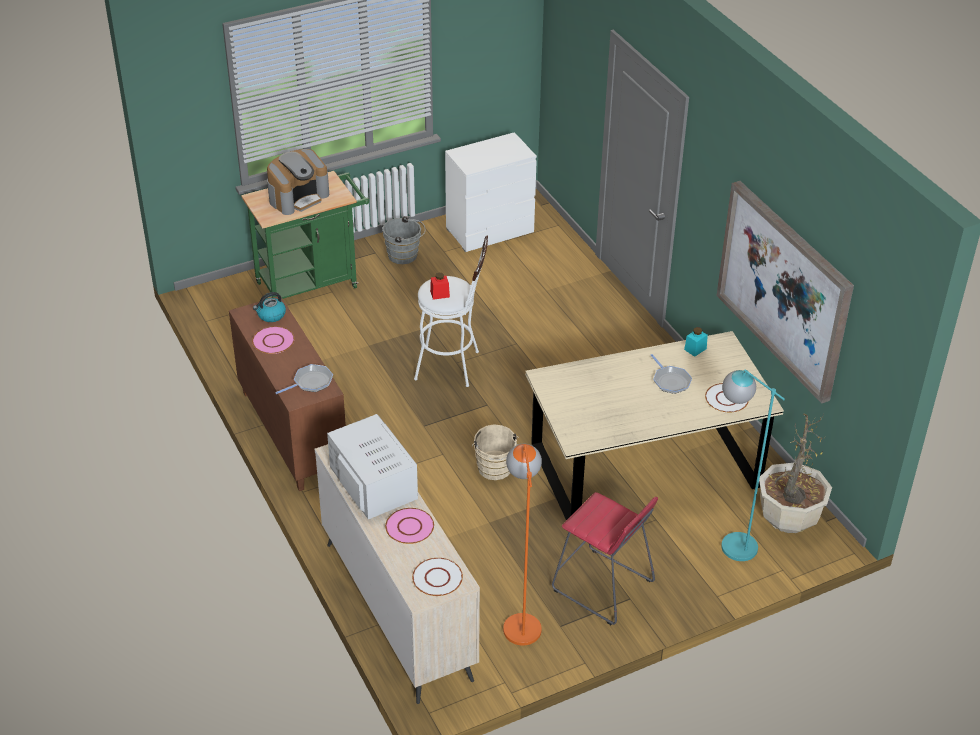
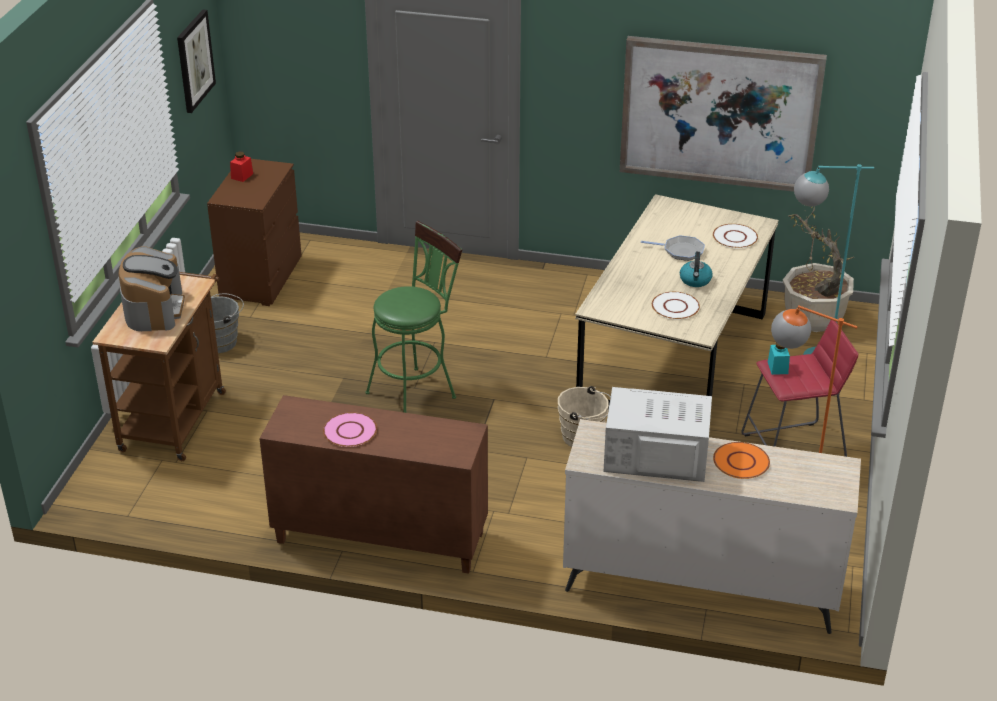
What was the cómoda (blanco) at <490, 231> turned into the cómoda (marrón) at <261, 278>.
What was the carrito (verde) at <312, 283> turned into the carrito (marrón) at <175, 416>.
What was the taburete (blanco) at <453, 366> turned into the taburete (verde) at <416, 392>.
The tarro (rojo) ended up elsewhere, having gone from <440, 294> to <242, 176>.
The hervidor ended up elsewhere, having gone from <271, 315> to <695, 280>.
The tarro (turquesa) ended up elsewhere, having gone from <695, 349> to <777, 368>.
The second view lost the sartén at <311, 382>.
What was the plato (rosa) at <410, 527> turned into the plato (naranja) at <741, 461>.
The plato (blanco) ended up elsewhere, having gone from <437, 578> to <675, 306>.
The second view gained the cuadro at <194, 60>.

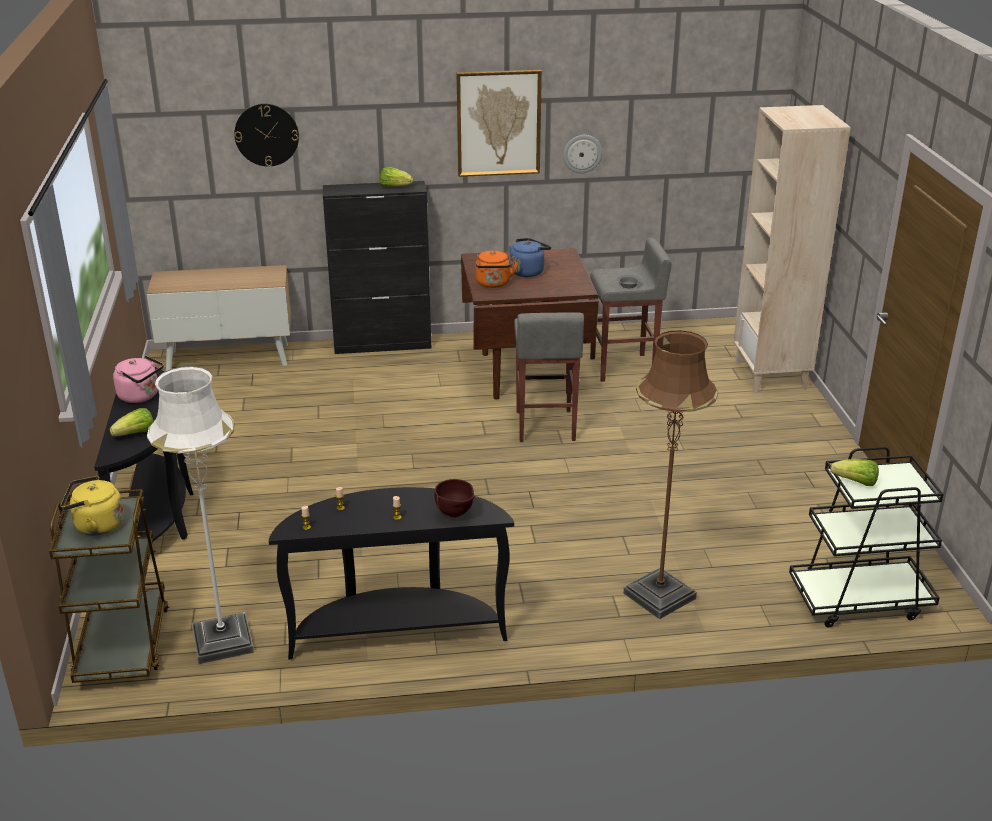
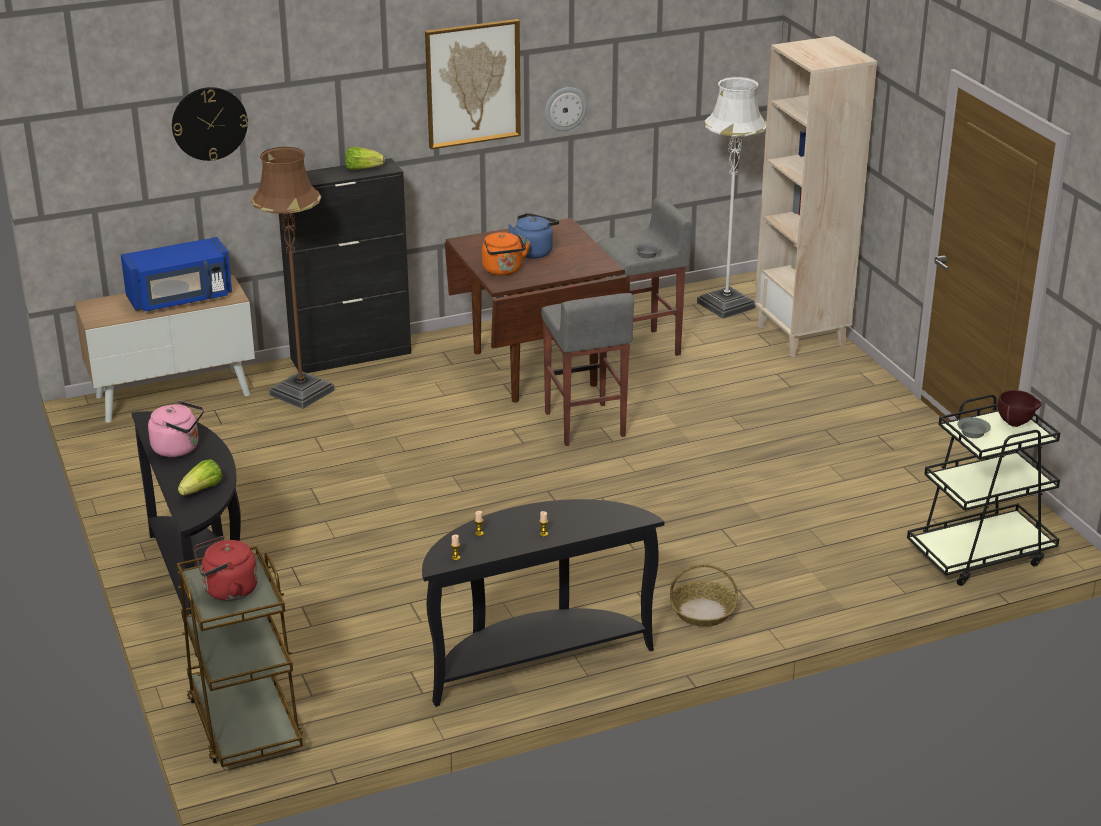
The lámpara de pie (marrón) ended up elsewhere, having gone from <659, 596> to <301, 393>.
The lámpara de pie (blanco) ended up elsewhere, having gone from <222, 641> to <726, 305>.
Where the lechuga stood at <855, 482>, the cuenco (gris) came to stand at <973, 434>.
What was the hervidor (amarillo) at <96, 526> turned into the hervidor (rojo) at <227, 590>.
The cuenco (marrón) ended up elsewhere, having gone from <455, 515> to <1016, 424>.
The second view gained the microondas (azul) at <180, 299>.
The second view gained the cesta at <703, 611>.

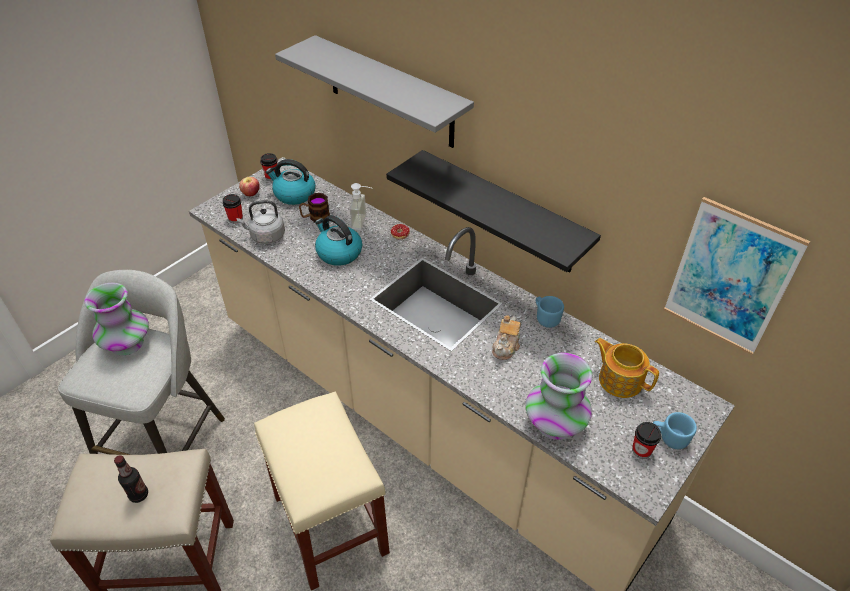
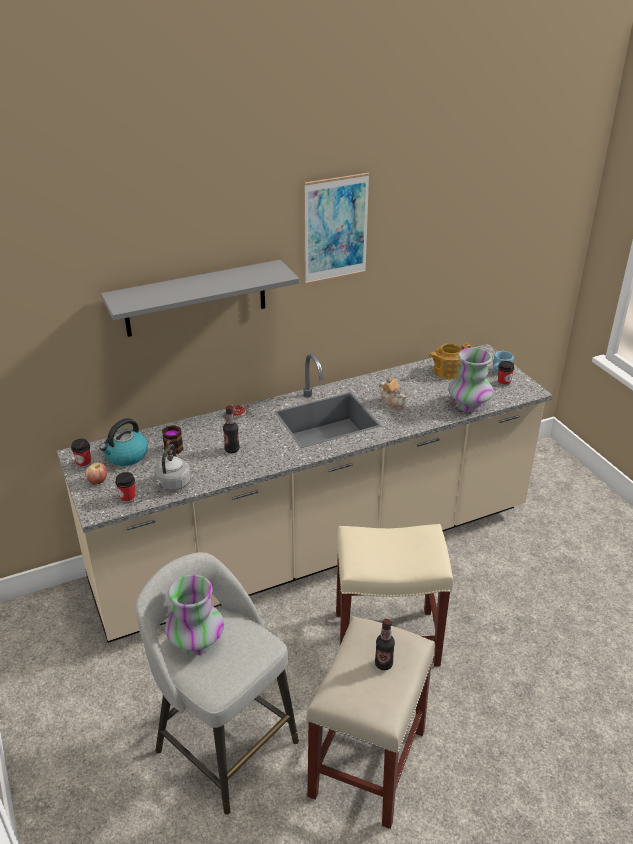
The second view lost the estante (negro) at <503, 212>.
The second view lost the dispensador de jabón at <364, 222>.
The cuadro ended up elsewhere, having gone from <729, 278> to <336, 229>.
Where the hervidor stood at <338, 253>, the botella came to stand at <232, 449>.
The second view lost the taza grande (azul) at <546, 318>.

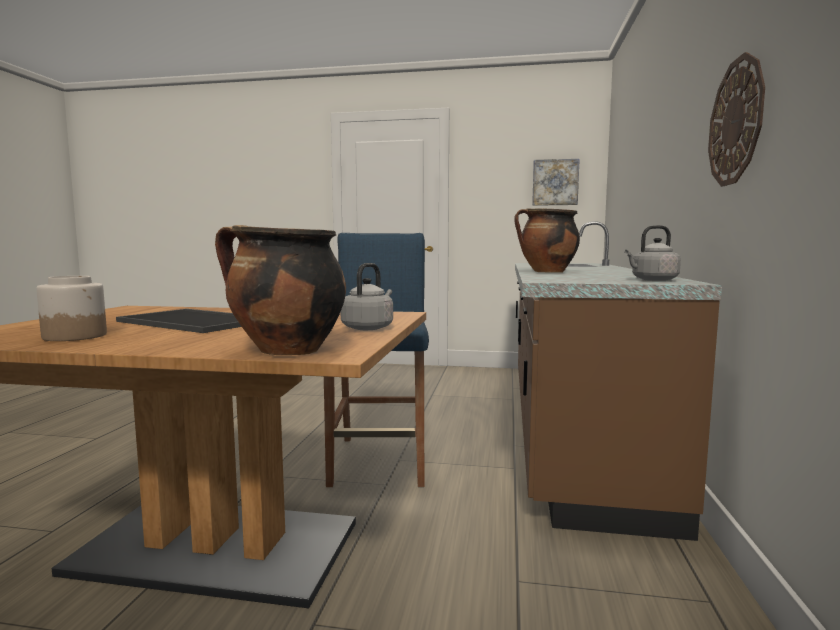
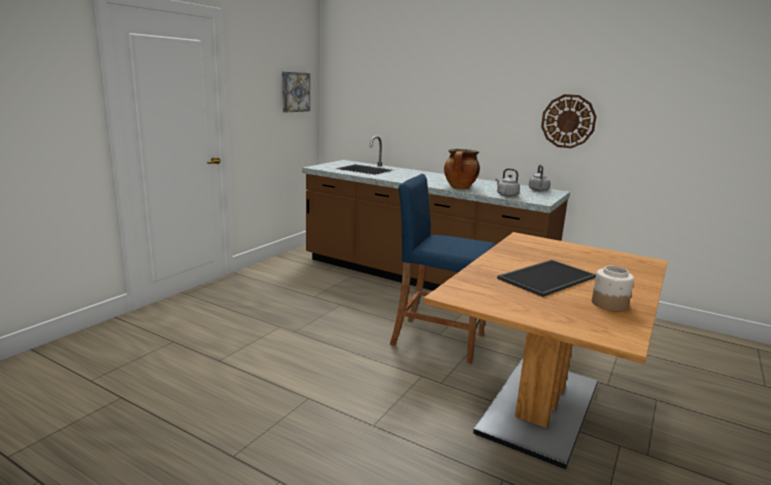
The second view lost the olla at <285, 351>.
The hervidor (gris) ended up elsewhere, having gone from <369, 328> to <506, 195>.

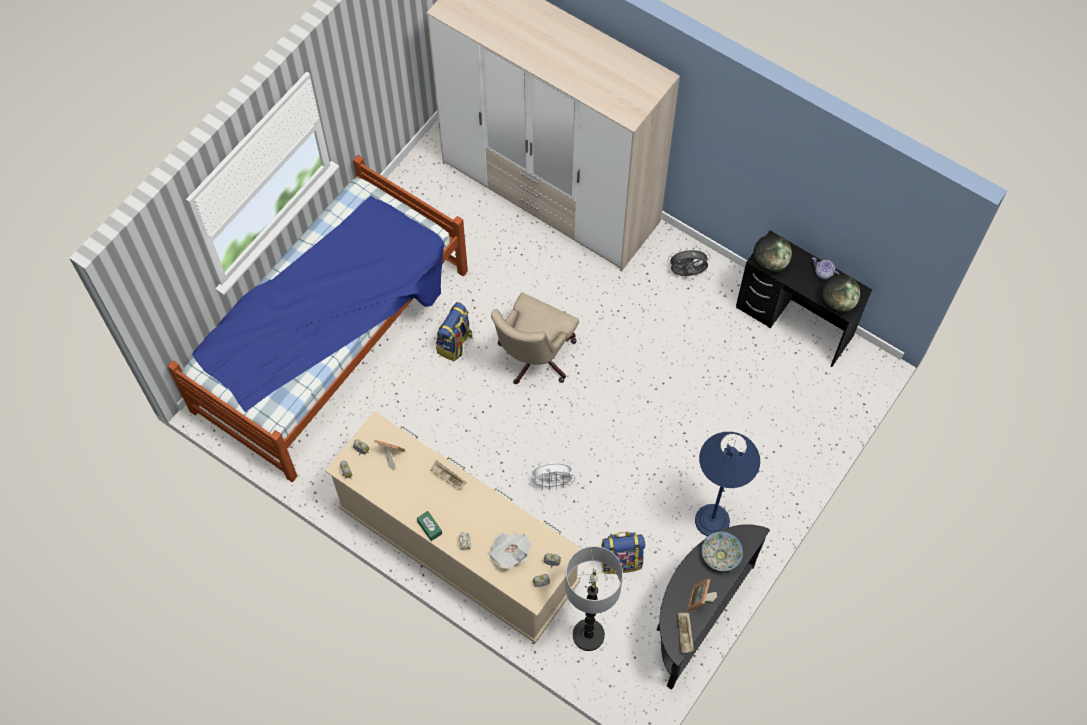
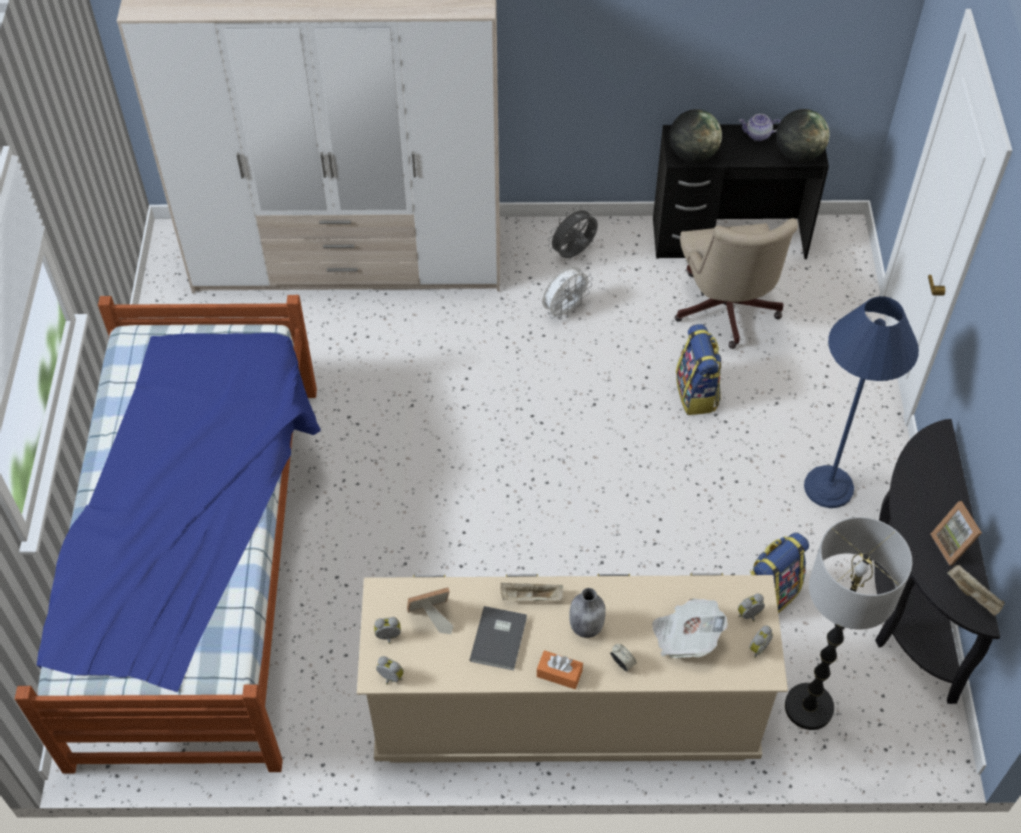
The silla de oficina (beis) ended up elsewhere, having gone from <533, 358> to <725, 313>.
The mochila ended up elsewhere, having gone from <455, 344> to <697, 393>.
The ventilador (blanco) ended up elsewhere, having gone from <552, 483> to <564, 310>.
What was the caja de pañuelos (verde) at <429, 527> turned into the caja de pañuelos (naranja) at <559, 673>.
The second view lost the cuenco at <720, 555>.
The second view gained the botella (gris) at <586, 626>.
The second view gained the libro (gris) at <500, 638>.

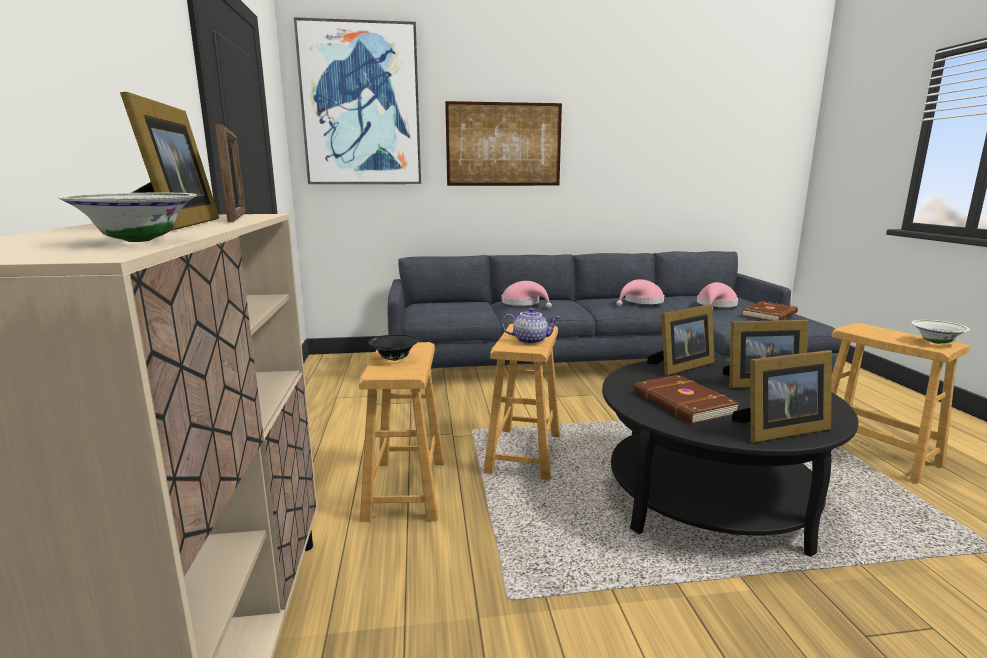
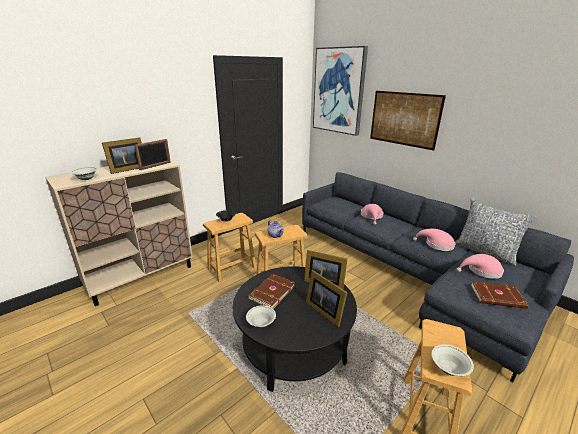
Where the portarretratos stood at <778, 430>, the cuenco (blanco) came to stand at <261, 324>.
The second view gained the cojín at <485, 252>.

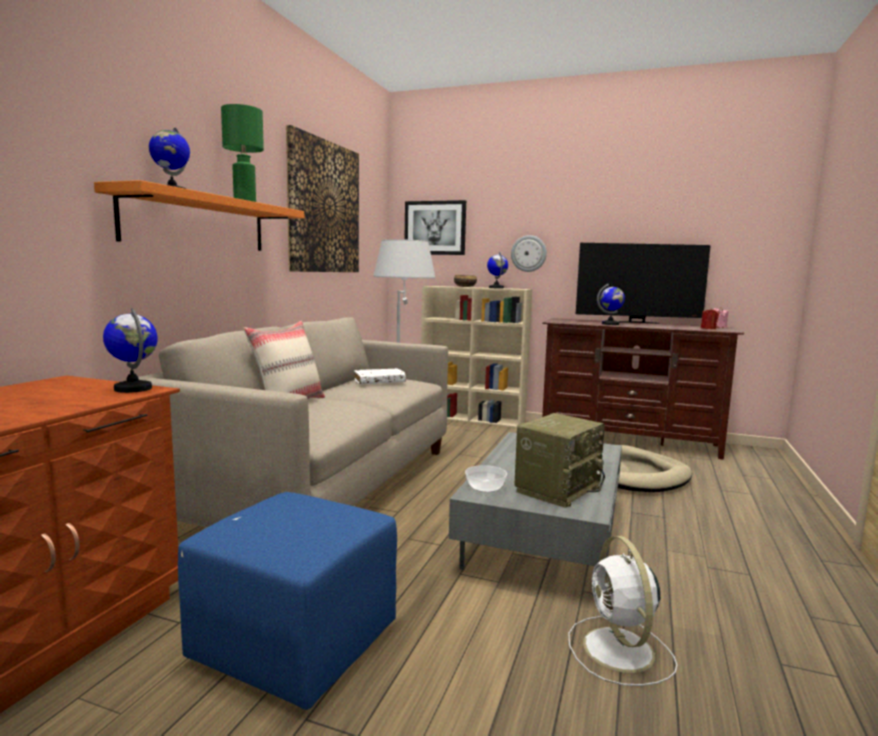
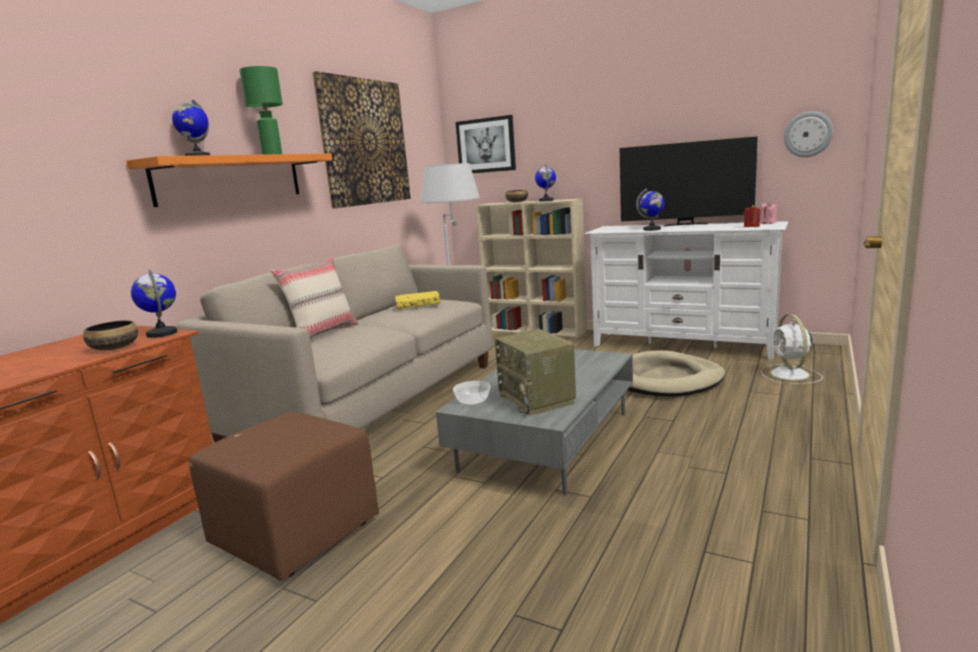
The reloj de pared ended up elsewhere, having gone from <528, 253> to <808, 134>.
What was the mueble de televisión (marrón) at <629, 441> turned into the mueble de televisión (blanco) at <682, 345>.
What was the libro (blanco) at <379, 382> turned into the libro (amarillo) at <418, 305>.
The radio at <557, 489> ended up facing another way, 105 degrees clockwise from before.
What was the puf (azul) at <293, 645> turned into the puf (marrón) at <294, 534>.
The ventilador (blanco) ended up elsewhere, having gone from <620, 651> to <790, 375>.
The second view gained the cuenco at <114, 348>.

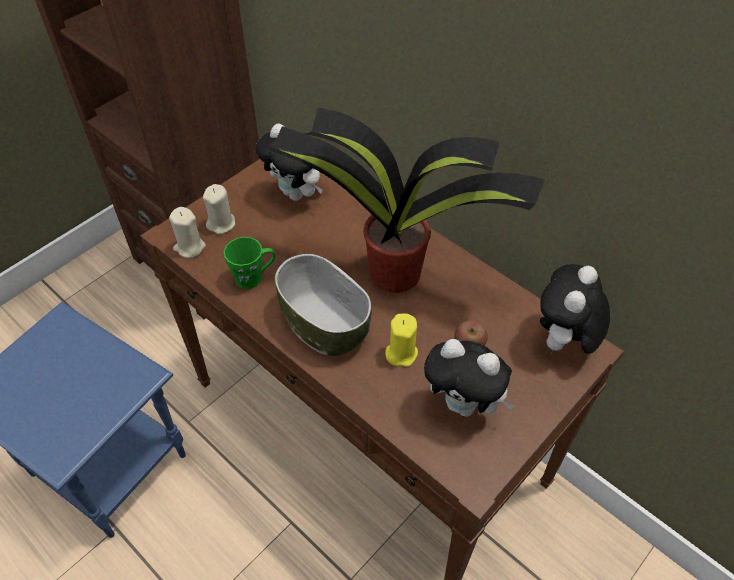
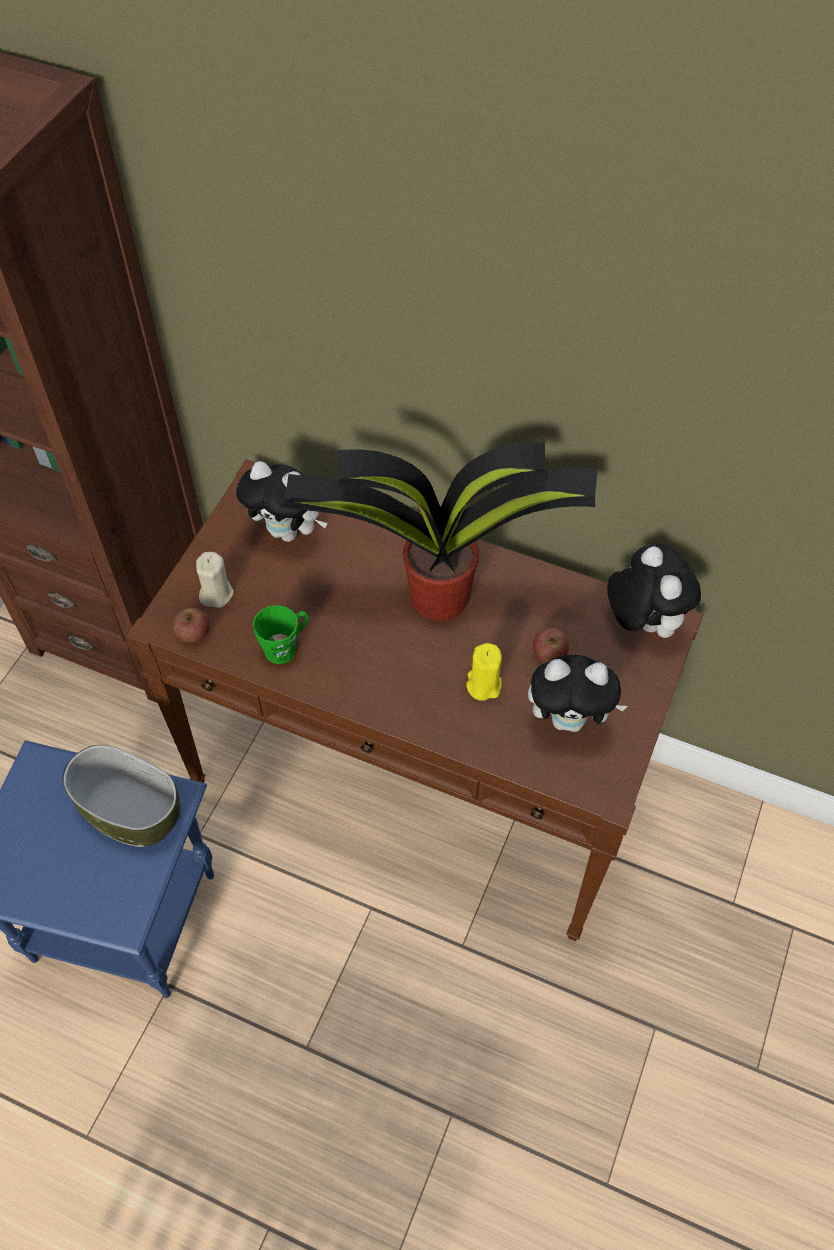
Where the vela (beis) stood at <189, 247>, the manzana came to stand at <193, 633>.
The cuenco ended up elsewhere, having gone from <325, 323> to <131, 810>.
The peluche at <563, 342> ended up facing another way, 150 degrees clockwise from before.

